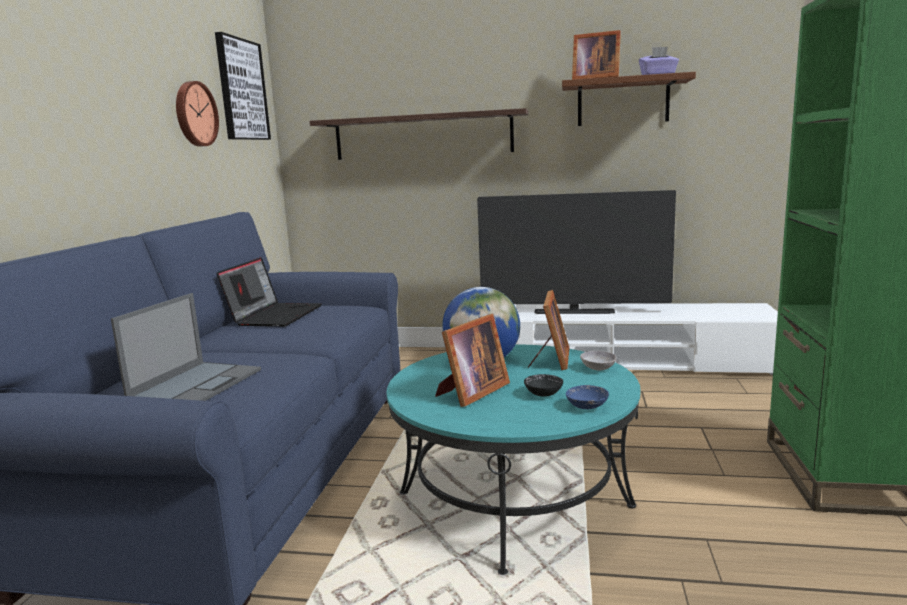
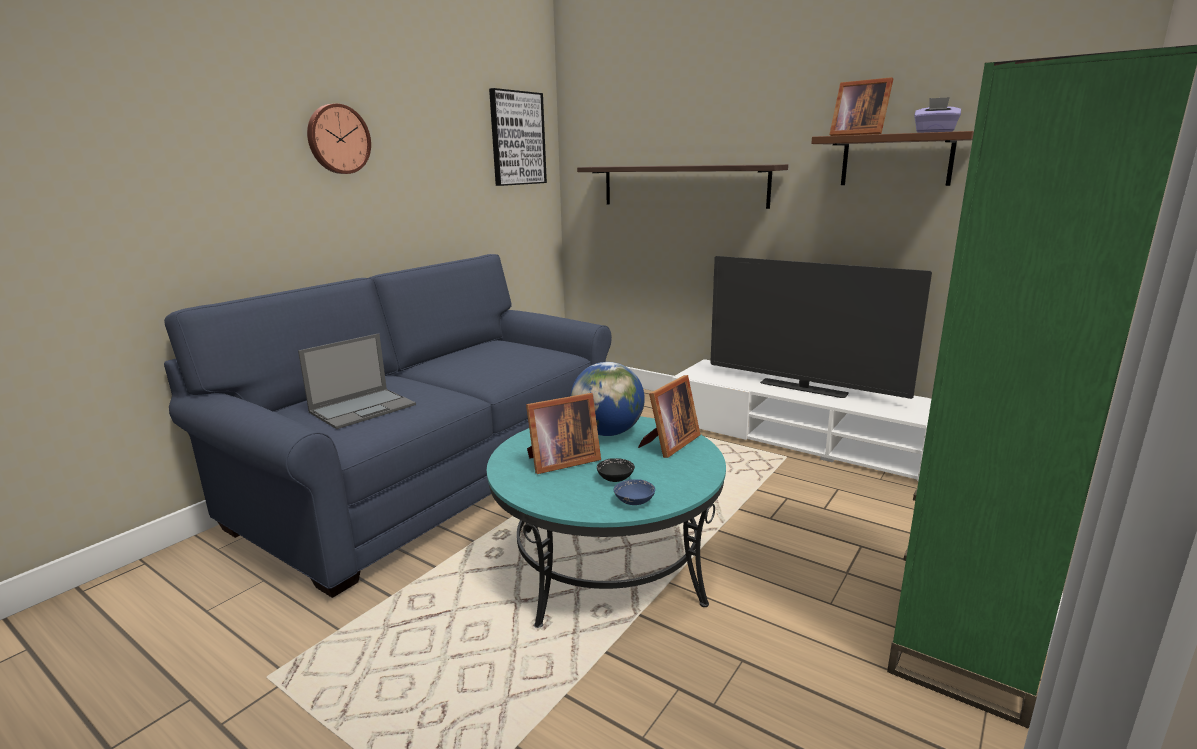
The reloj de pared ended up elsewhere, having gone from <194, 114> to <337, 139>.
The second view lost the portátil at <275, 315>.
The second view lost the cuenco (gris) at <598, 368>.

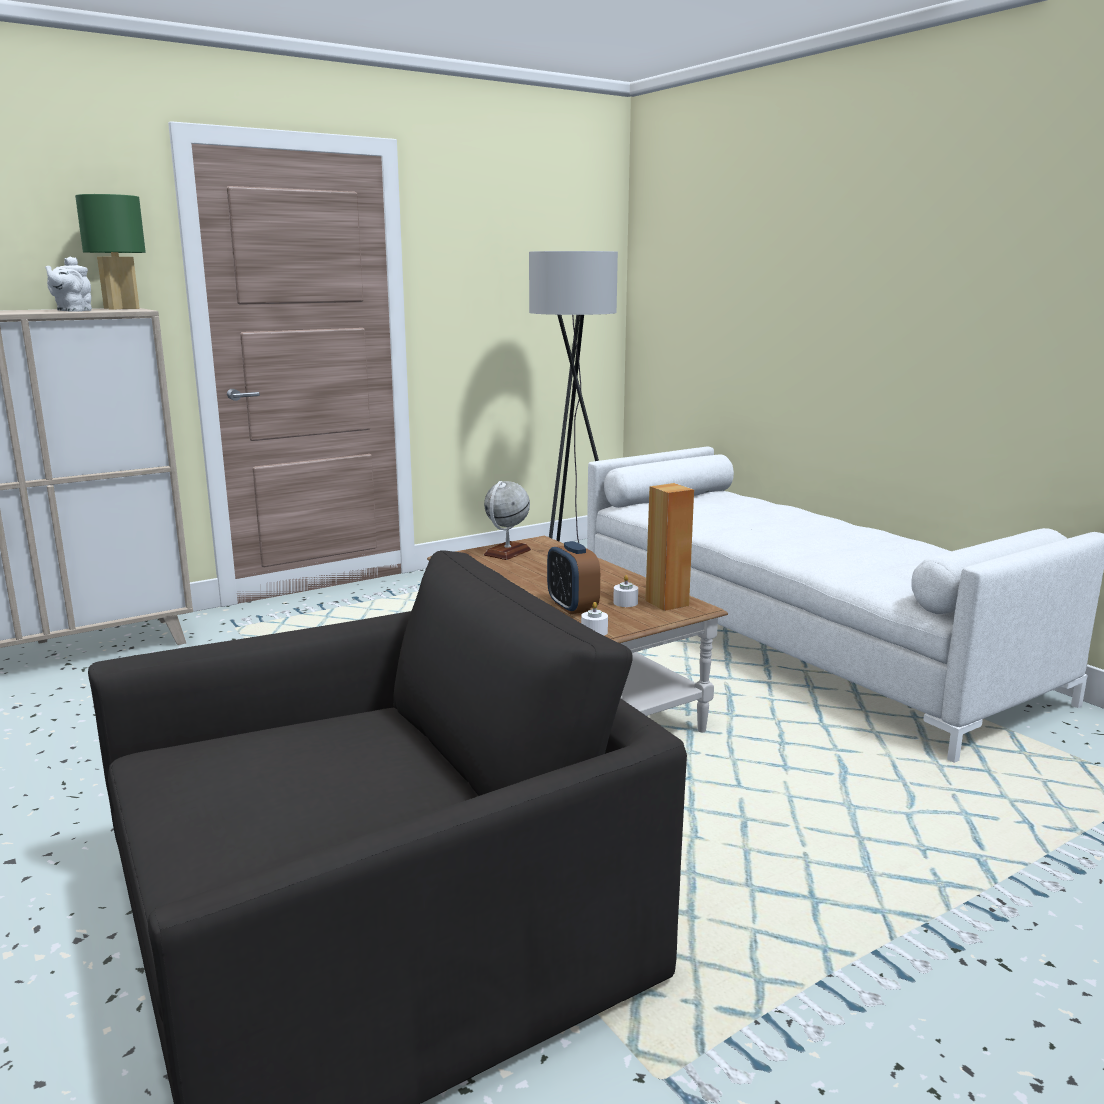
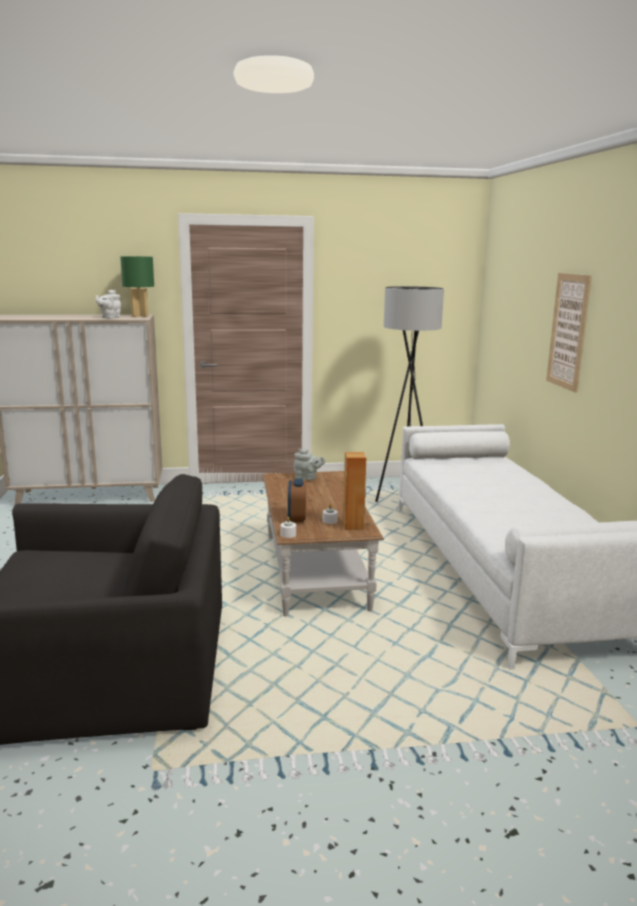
Where the globo terráqueo stood at <507, 552>, the tetera (gris) came to stand at <307, 478>.
The second view gained the cuadro at <568, 331>.

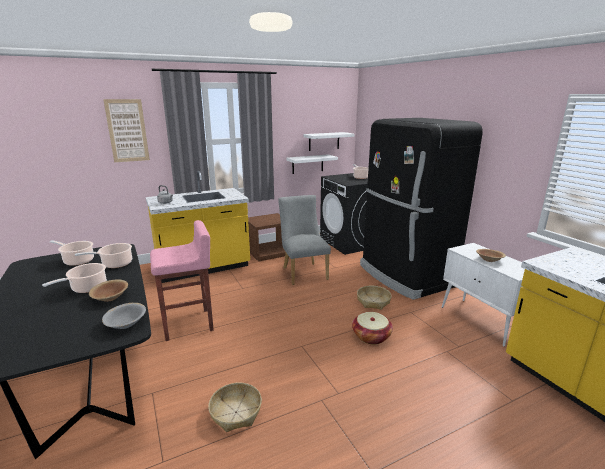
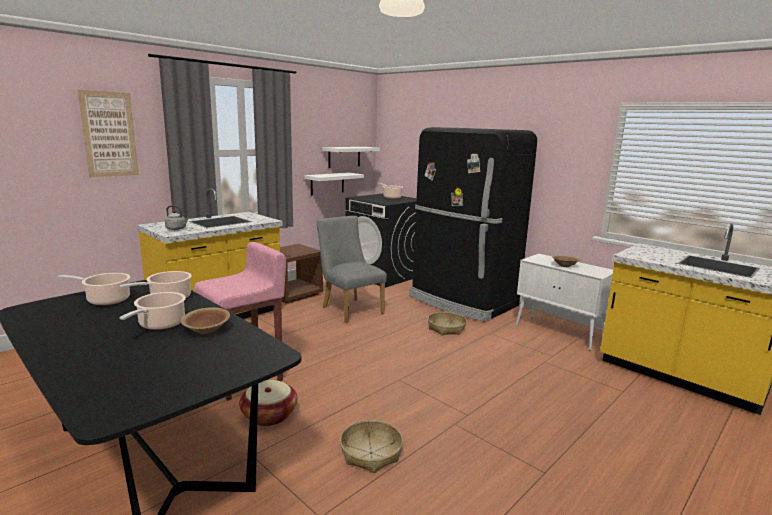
The second view lost the cuenco (gris) at <126, 324>.
The cesta ended up elsewhere, having gone from <371, 336> to <269, 415>.

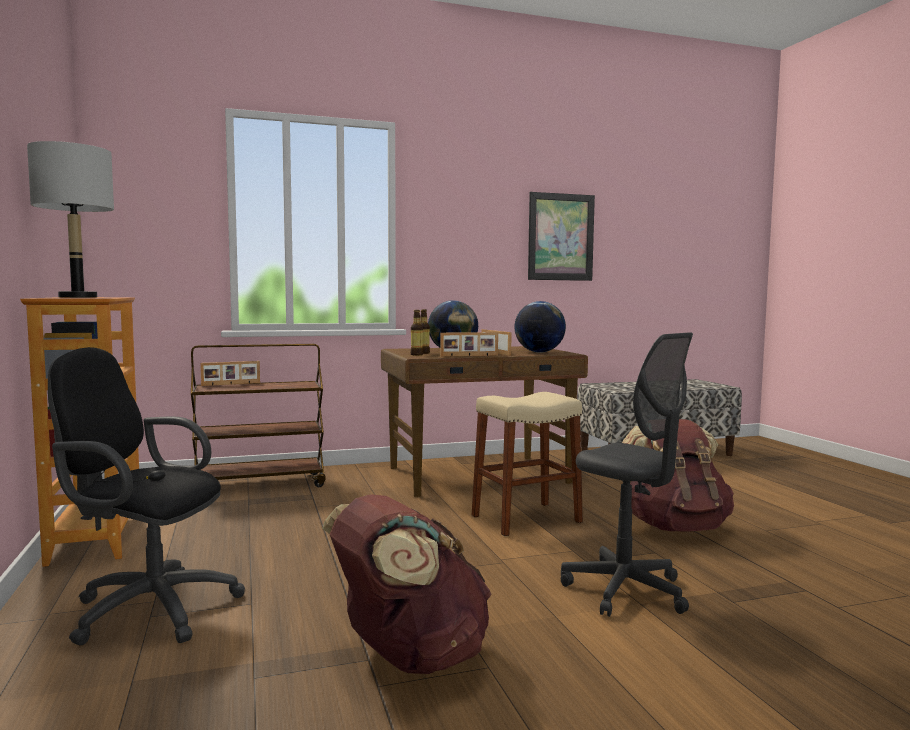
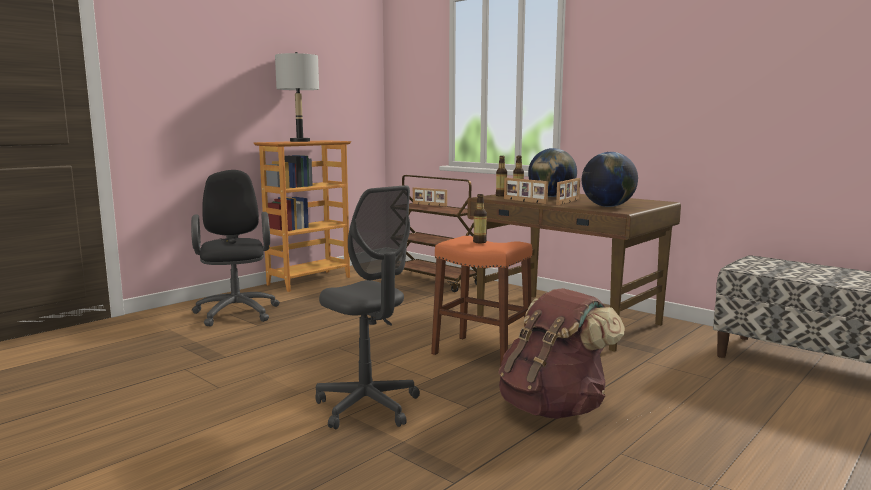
The second view lost the cuadro at <560, 237>.
The silla de oficina (gris) at <625, 591> ended up facing another way, 60 degrees counterclockwise from before.
What was the taburete (beis) at <526, 519> turned into the taburete (naranja) at <481, 353>.
The second view lost the mochila (marrón) at <409, 657>.
The second view gained the botella at <479, 242>.

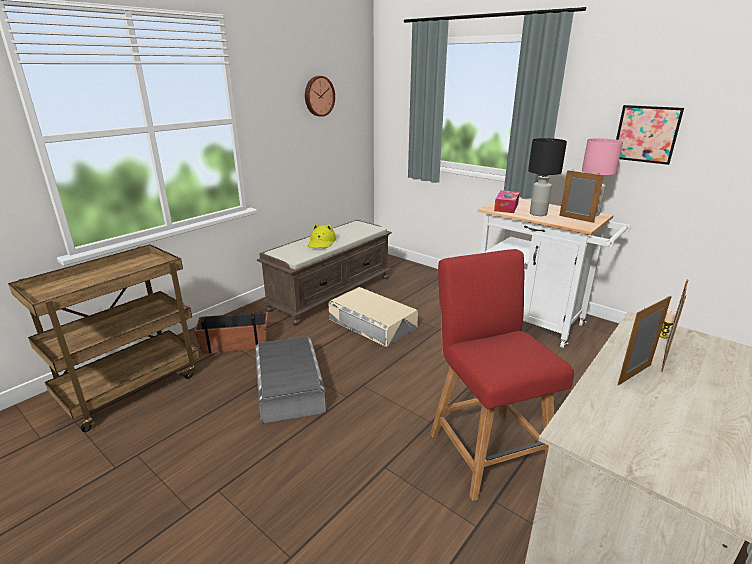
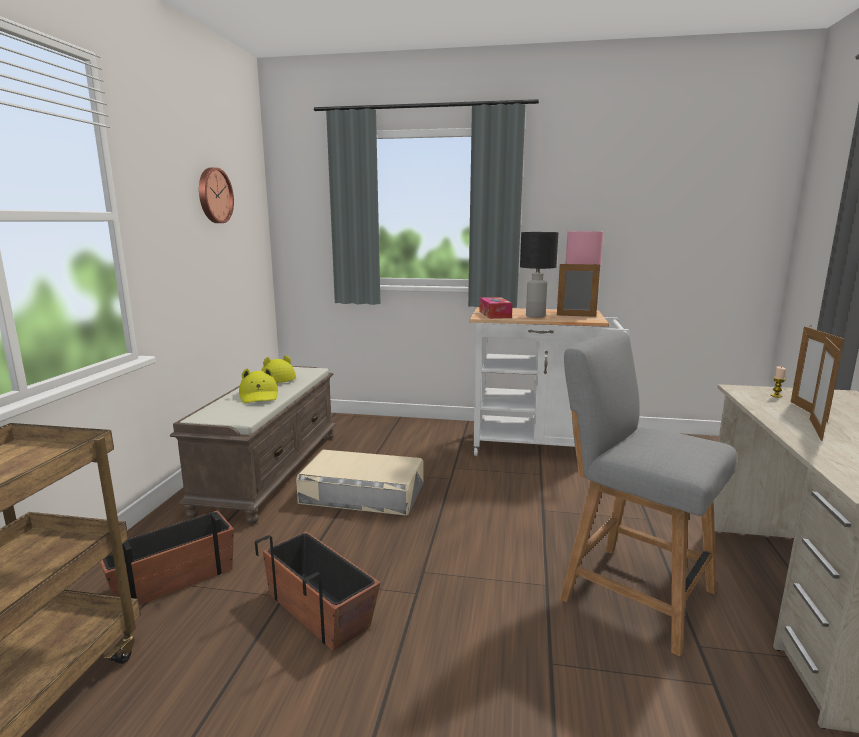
The second view lost the cuadro at <646, 134>.
What was the silla (rojo) at <485, 448> turned into the silla (gris) at <630, 591>.
Where the caja de almacenaje (gris) stood at <289, 386>, the maceta came to stand at <319, 609>.
The second view gained the sombrero (amarillo) at <276, 378>.

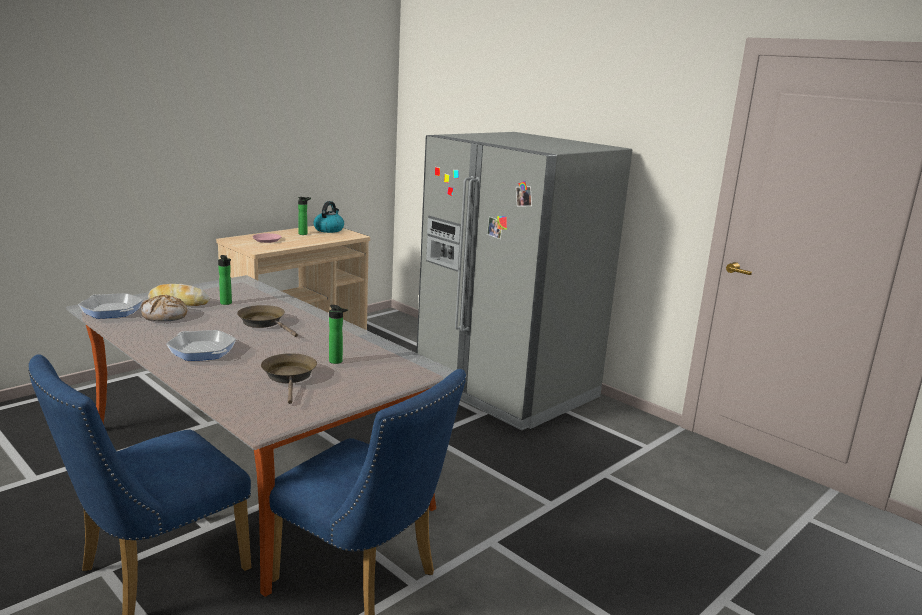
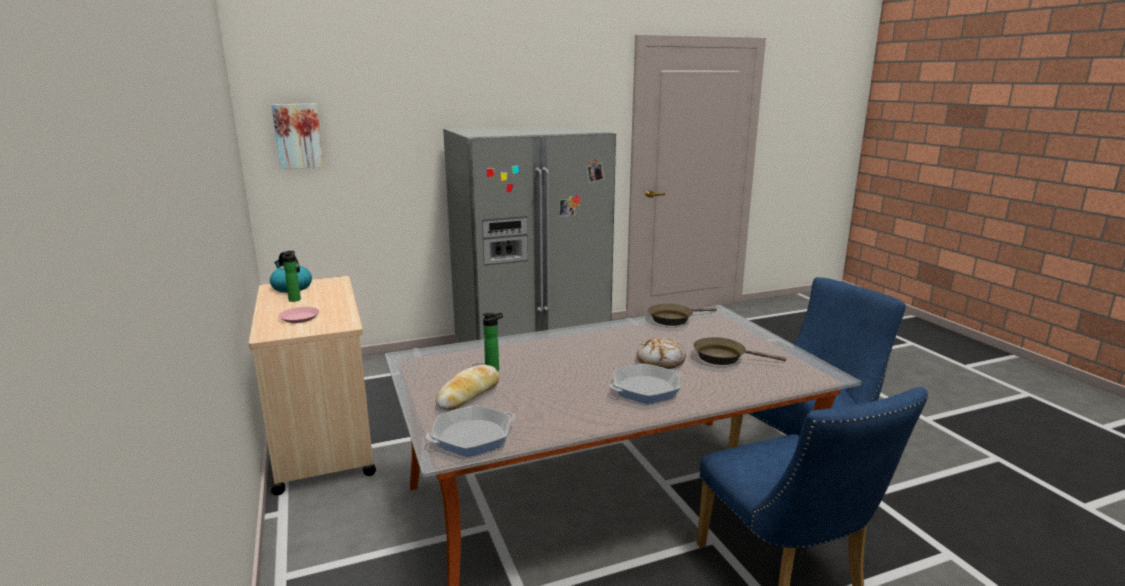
The pan ended up elsewhere, having gone from <165, 316> to <660, 361>.
The sartén (marrón) ended up elsewhere, having gone from <264, 323> to <673, 319>.
The second view lost the botella at <337, 362>.
The second view gained the cuadro at <298, 136>.

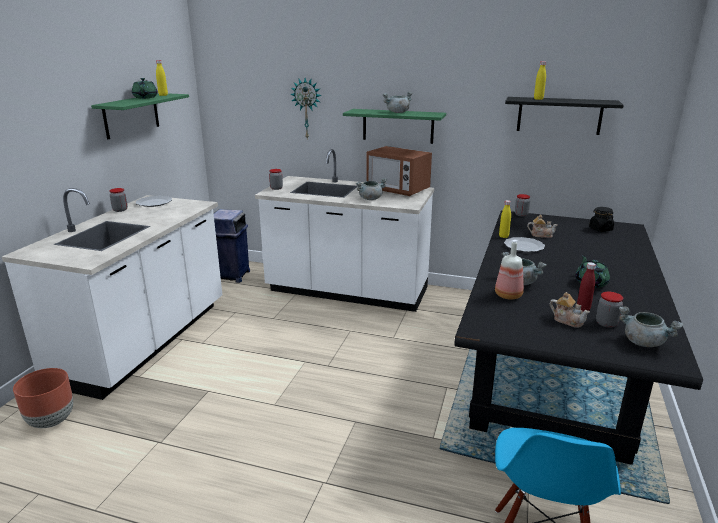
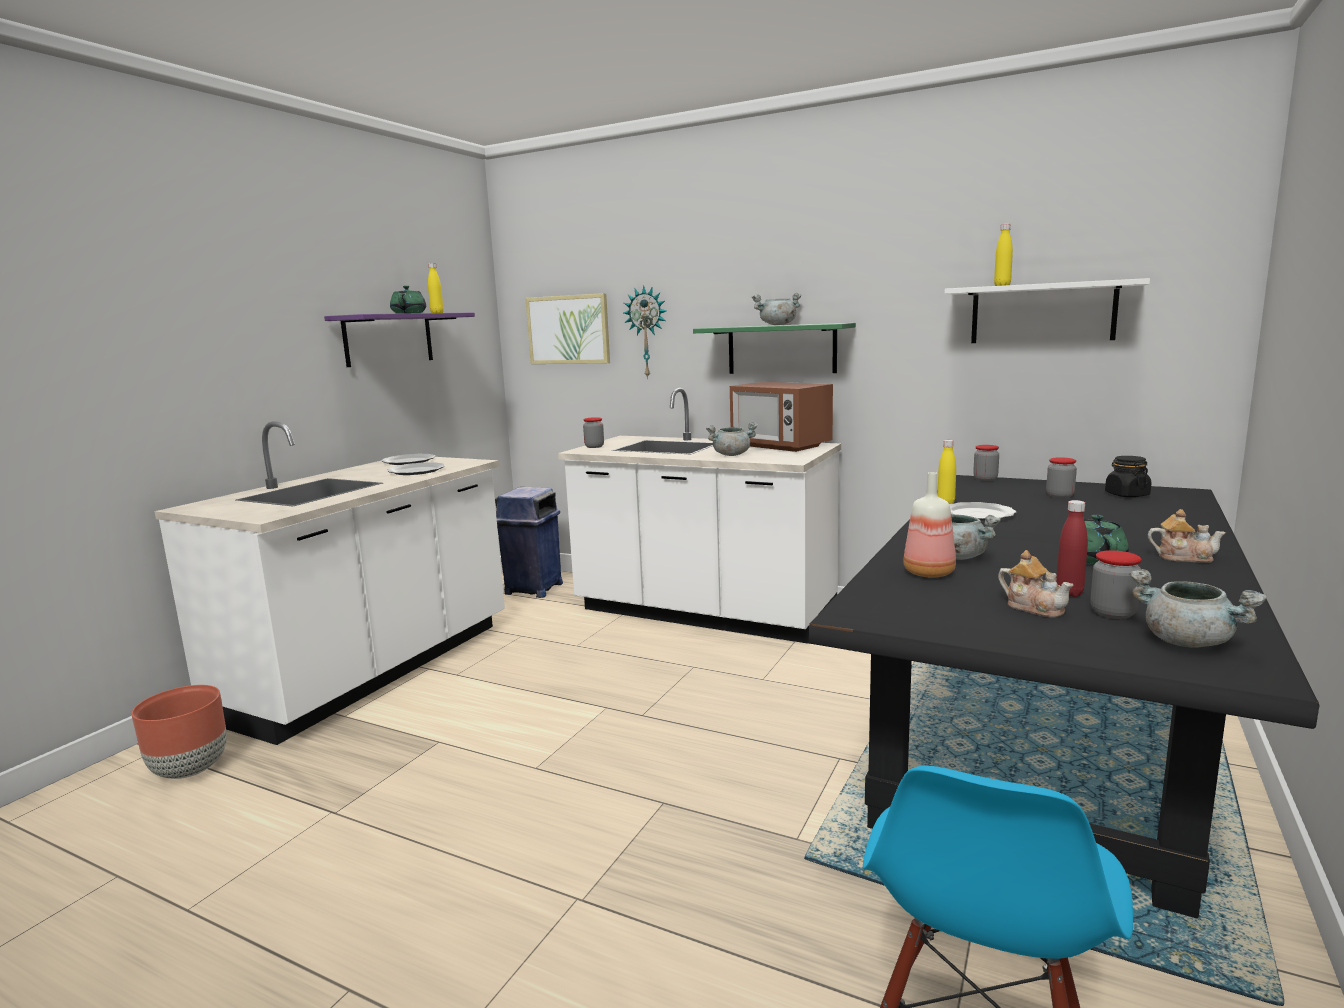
What was the estante (verde) at <131, 115> turned into the estante (morado) at <389, 339>.
What was the estante (negro) at <559, 115> turned into the estante (blanco) at <1042, 313>.
The tarro ended up elsewhere, having gone from <120, 210> to <1059, 495>.
The tetera ended up elsewhere, having gone from <541, 235> to <1183, 557>.
The second view gained the cuadro at <568, 329>.
The second view gained the plato at <416, 471>.

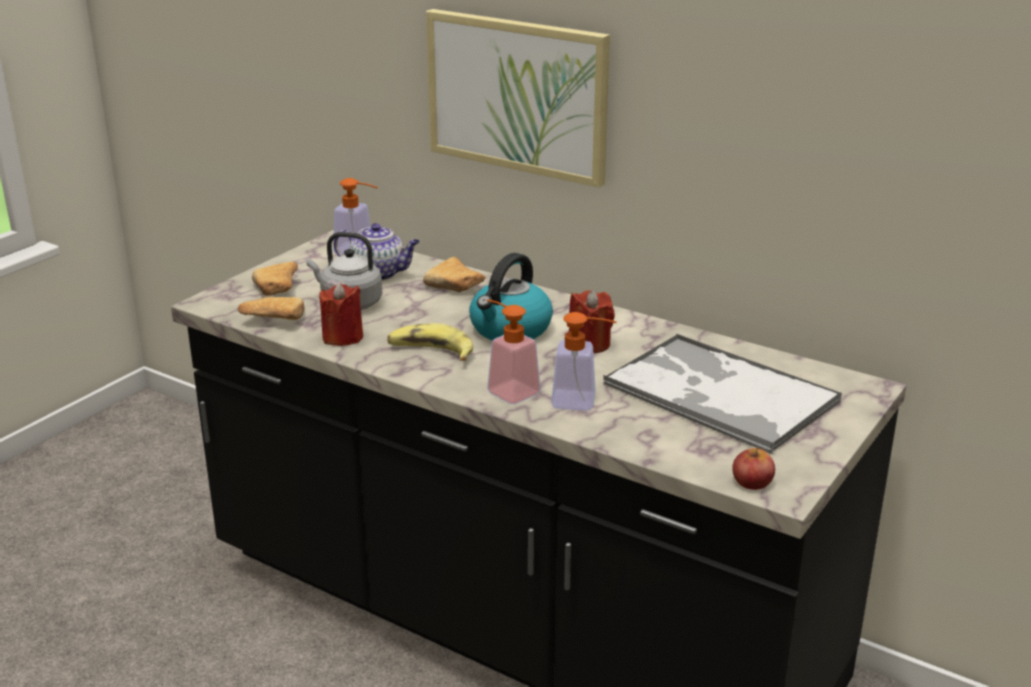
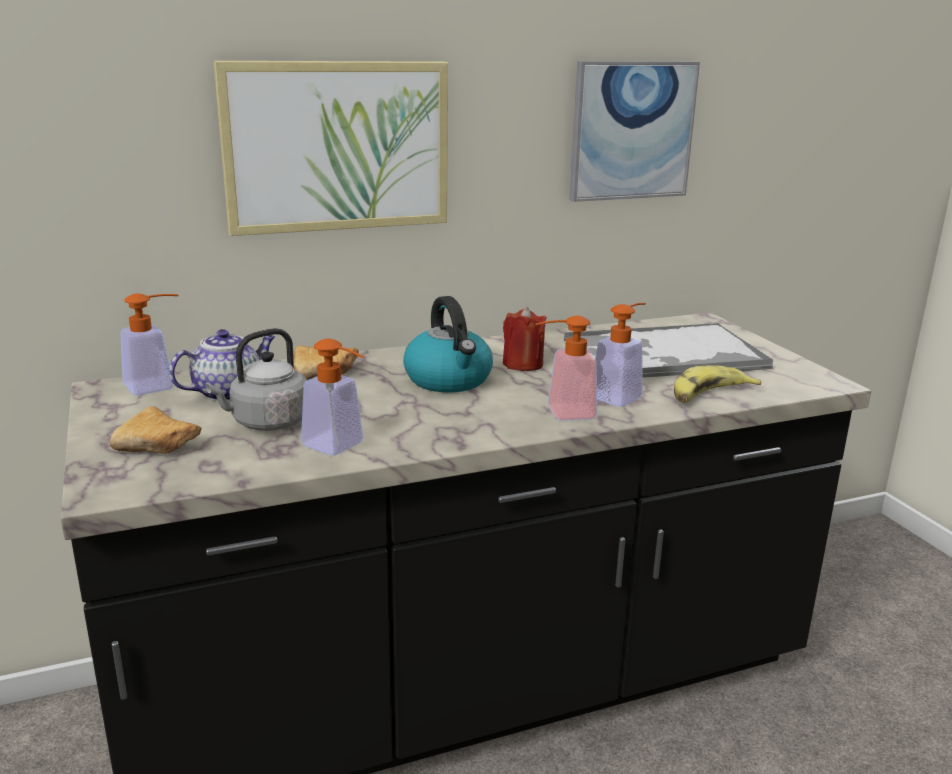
Where the vela (rojo) stood at <343, 337>, the dispensador de jabón came to stand at <340, 447>.
The second view lost the pan at <272, 320>.
The plátano ended up elsewhere, having gone from <431, 352> to <709, 395>.
The second view lost the manzana at <752, 481>.
The second view gained the cuadro at <631, 130>.

